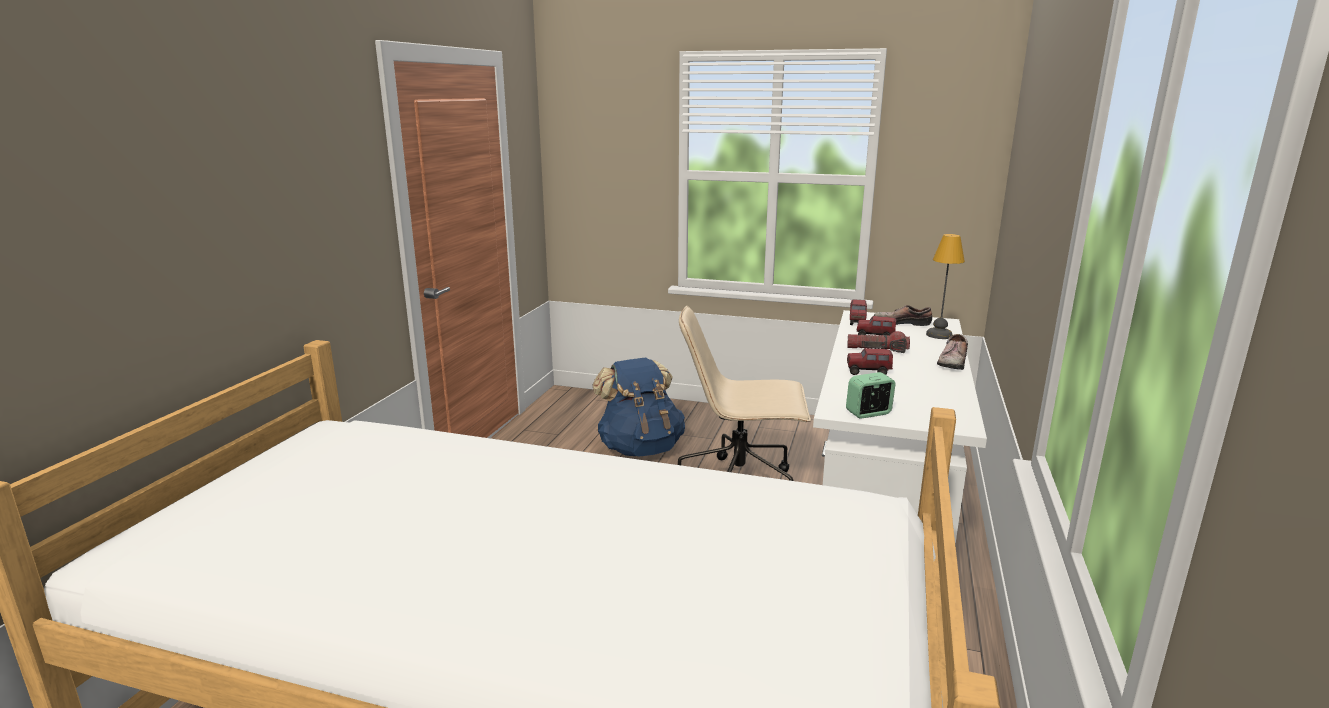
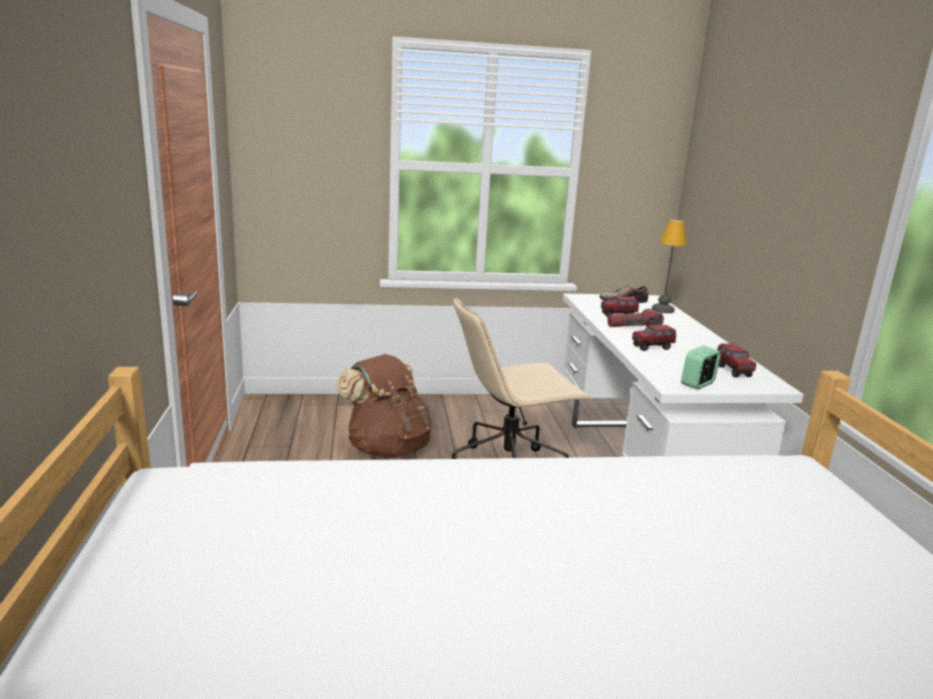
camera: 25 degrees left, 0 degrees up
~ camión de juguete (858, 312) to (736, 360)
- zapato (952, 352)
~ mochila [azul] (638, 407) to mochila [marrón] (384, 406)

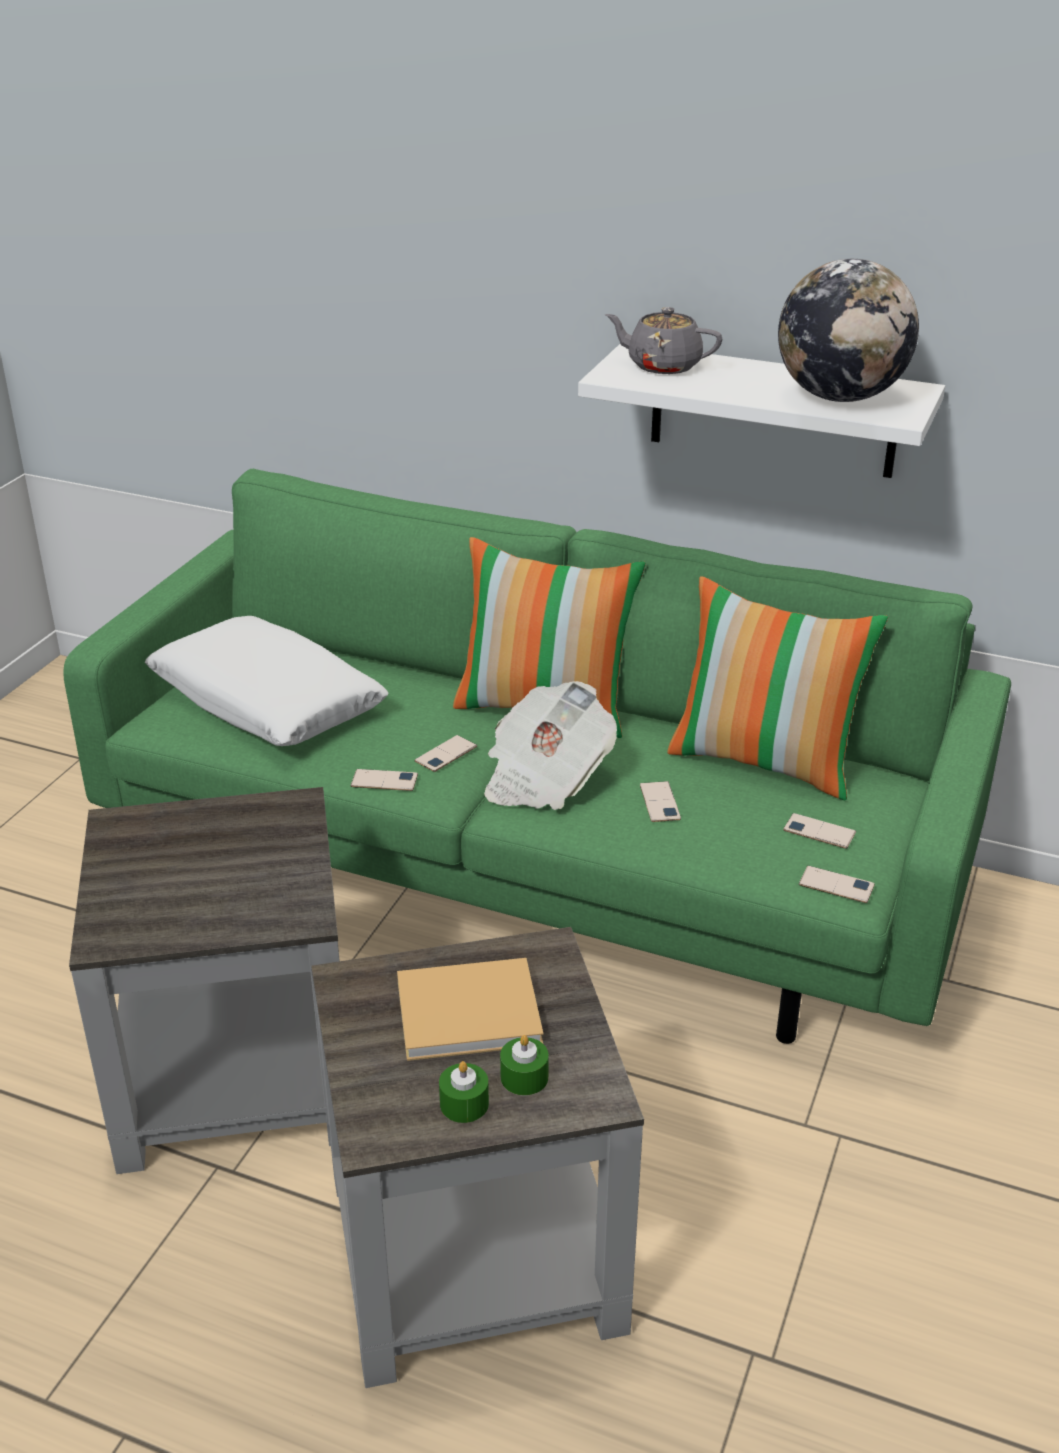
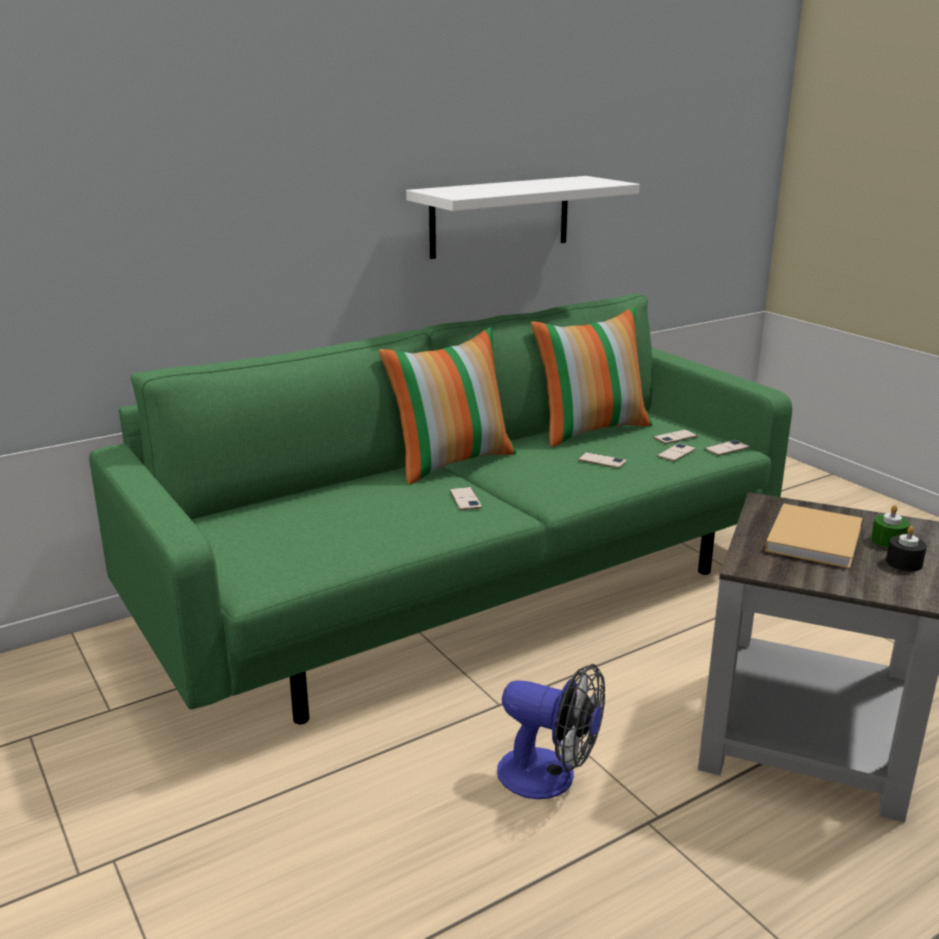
camera: 55 degrees left, 10 degrees down
- globo terráqueo (848, 330)
- tetera [gris] (663, 340)
- cojín [blanco] (267, 681)
- periódico (550, 745)
~ móvil (384, 780) to (676, 452)
~ mesa auxiliar [gris] (204, 980) to ventilador (551, 731)
~ vela [verde] (464, 1092) to vela [negro] (906, 548)

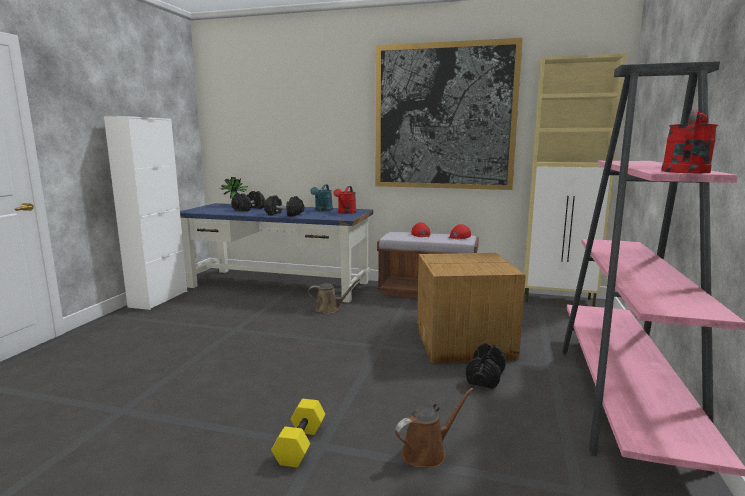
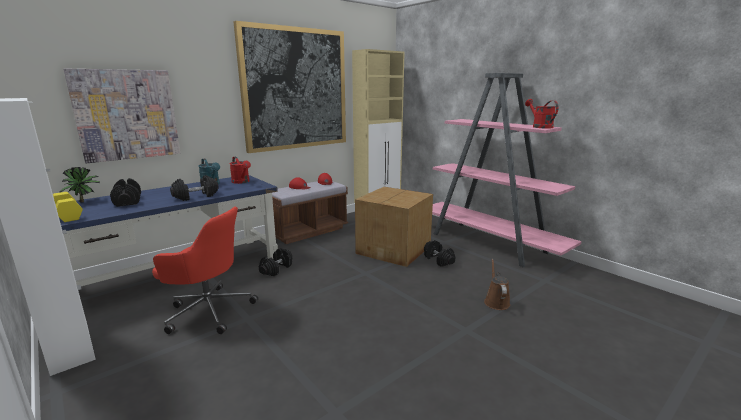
camera: 55 degrees left, 5 degrees up
~ regadera [marrón] (334, 296) to mancuerna [negro] (275, 262)
~ mancuerna [amarillo] (298, 433) to (68, 207)
+ cuadro (121, 115)
+ silla de oficina [rojo] (205, 270)

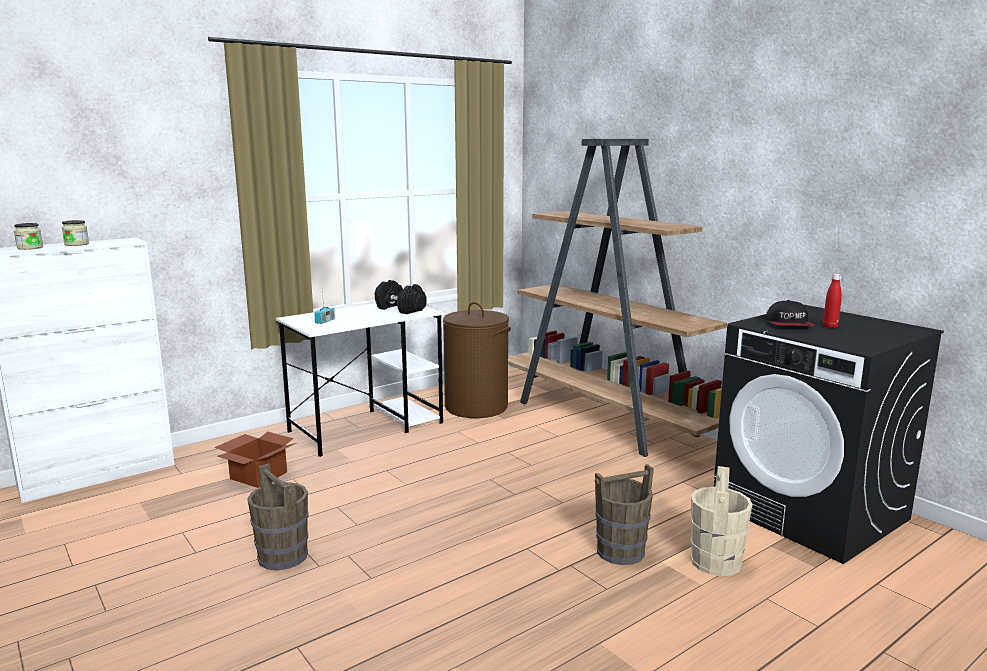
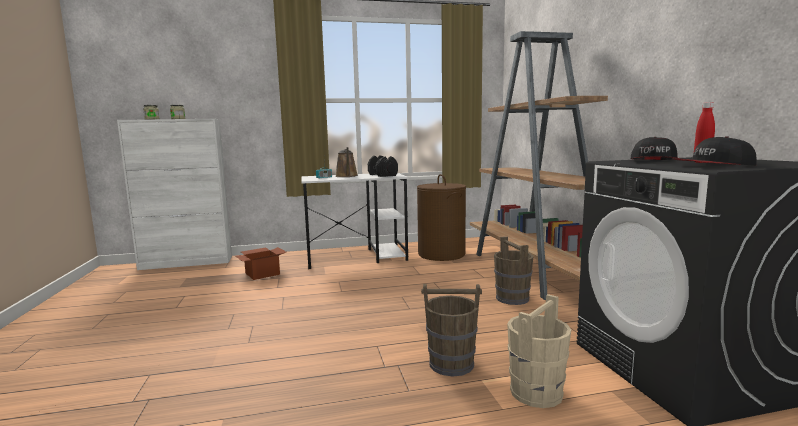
camera: 25 degrees right, 5 degrees down
~ cubo [marrón] (278, 516) to (514, 271)
+ gorra (715, 151)
+ regadera [marrón] (346, 162)

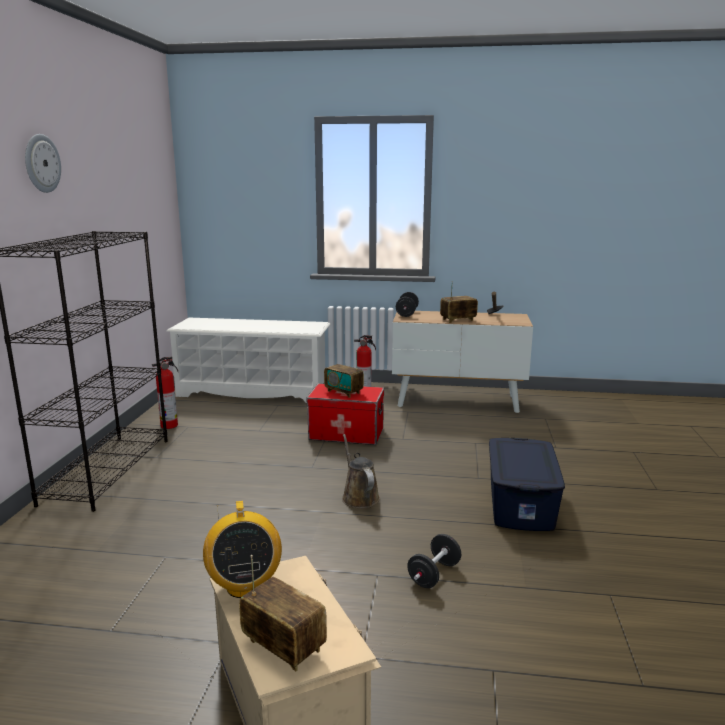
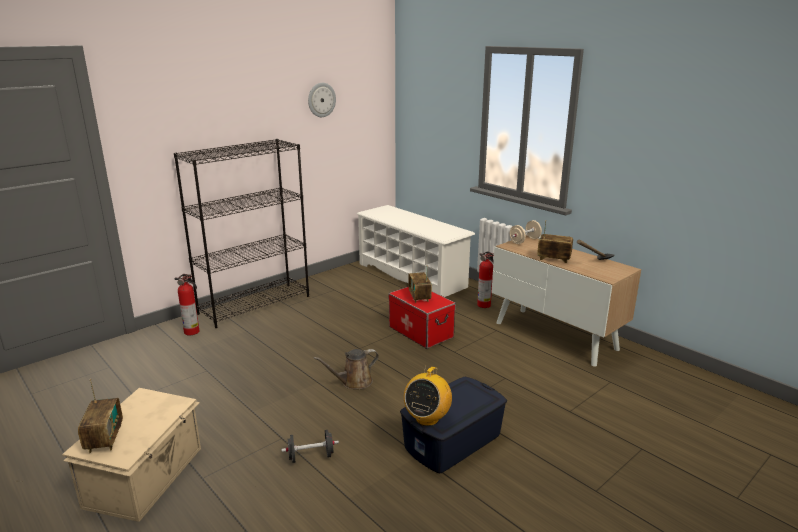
camera: 40 degrees right, 5 degrees up
~ reloj de pared (43, 163) to (322, 100)
~ mancuerna [negro] (407, 304) to mancuerna [beis] (526, 232)
~ extintor (165, 392) to (186, 305)
~ regadera [marrón] (361, 471) = (346, 369) 135 degrees counterclockwise
~ radio (242, 549) to (428, 395)

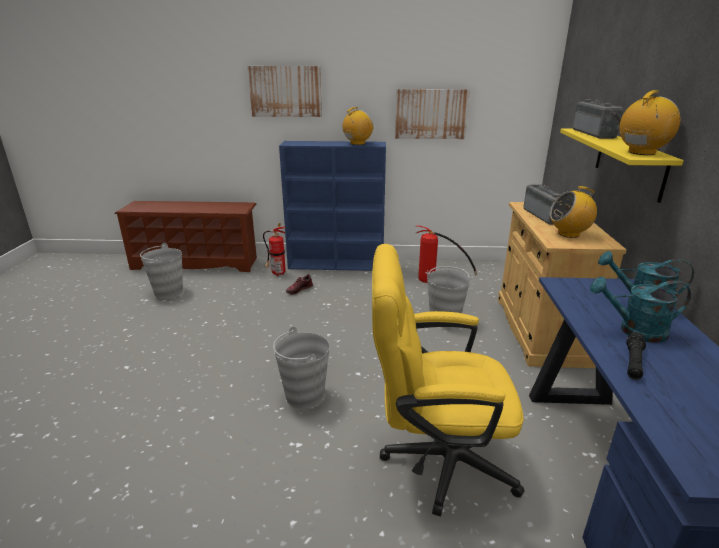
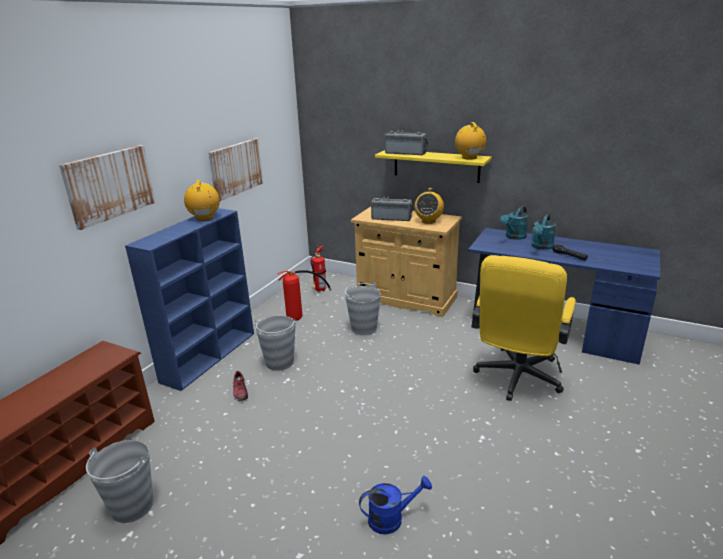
camera: 65 degrees left, 0 degrees up
~ extintor (274, 249) to (318, 268)
~ cubo [gris] (301, 368) to (275, 343)
+ regadera [azul] (395, 505)

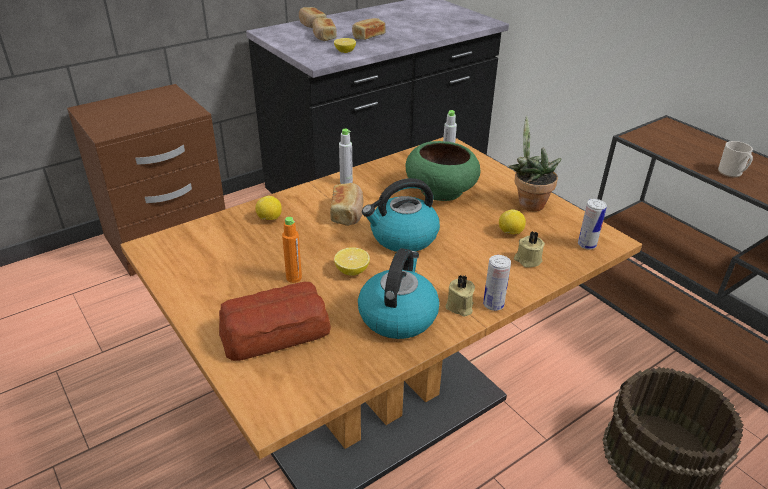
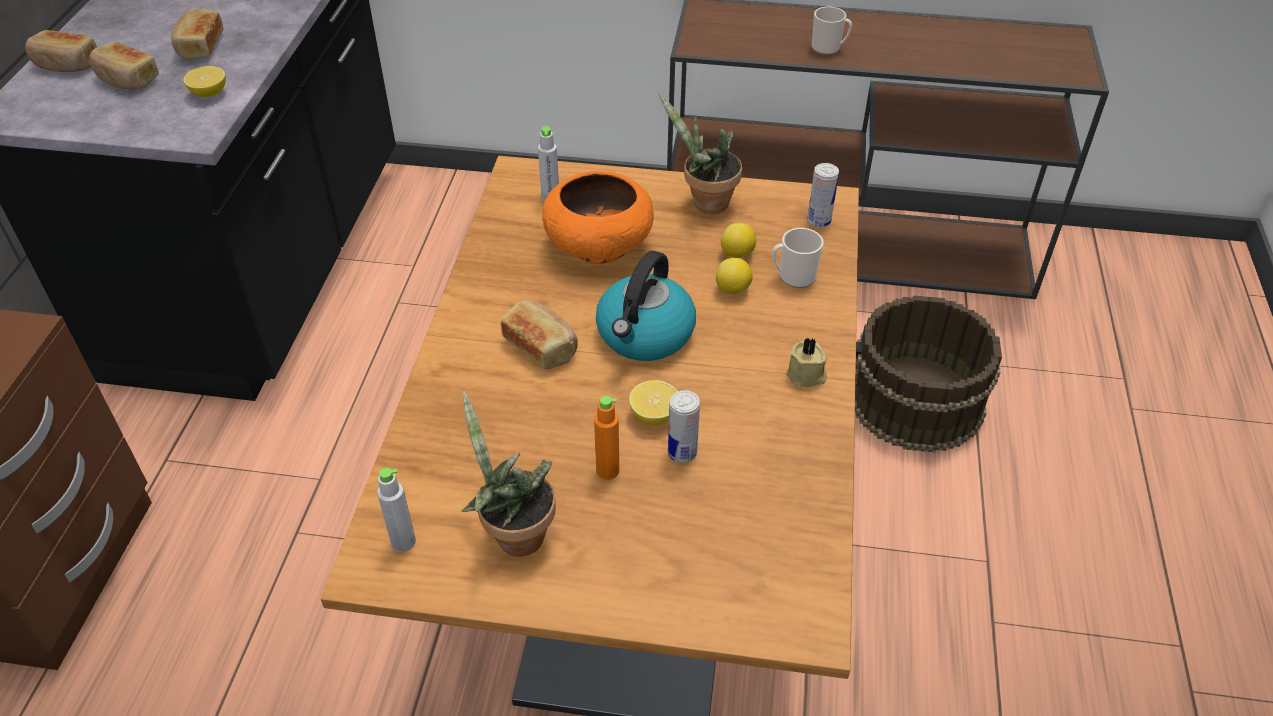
camera: 45 degrees left, 10 degrees up
~ botella [gris] (346, 156) to (396, 510)
~ cuenco [verde] (443, 171) to cuenco [naranja] (598, 217)
~ limón (268, 208) to (734, 276)
~ vela [beis] (529, 249) to taza grande (798, 258)
- hervidor (399, 293)
~ lata (497, 283) to (684, 426)
- pan (275, 321)
+ planta en maceta (508, 474)

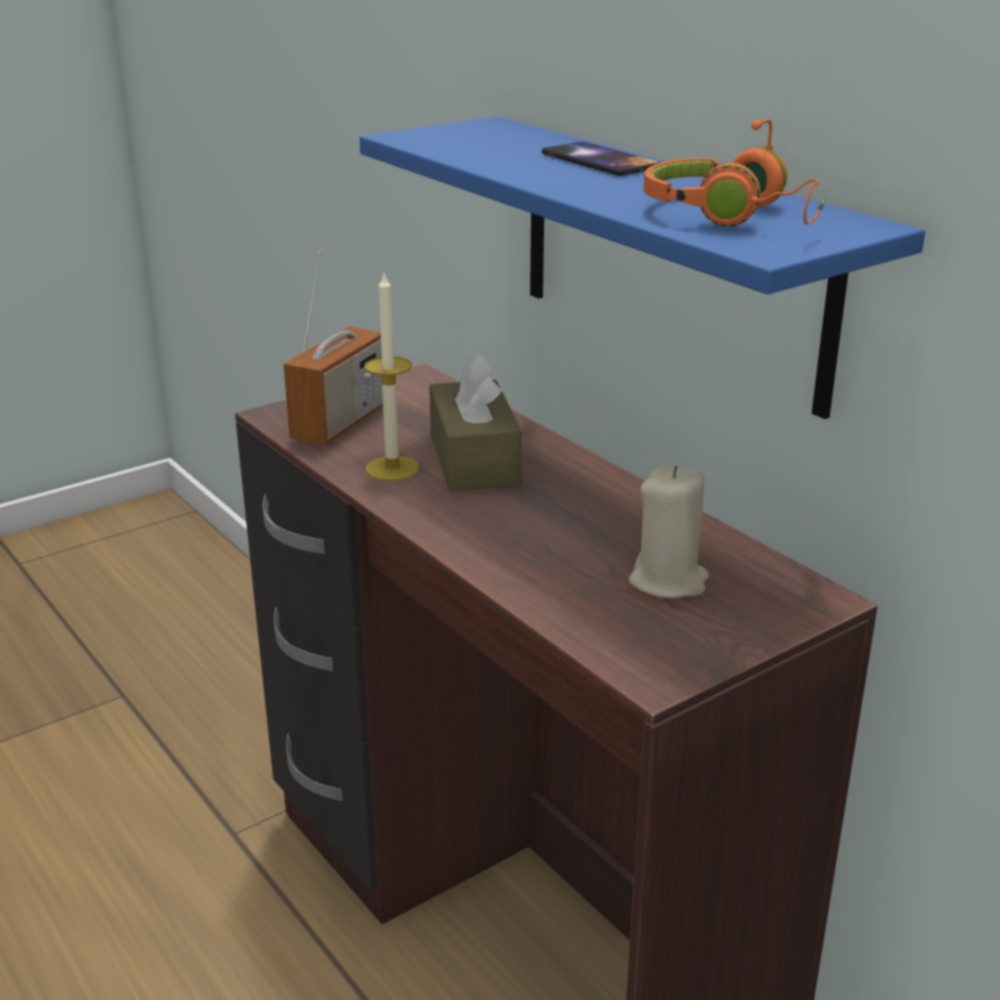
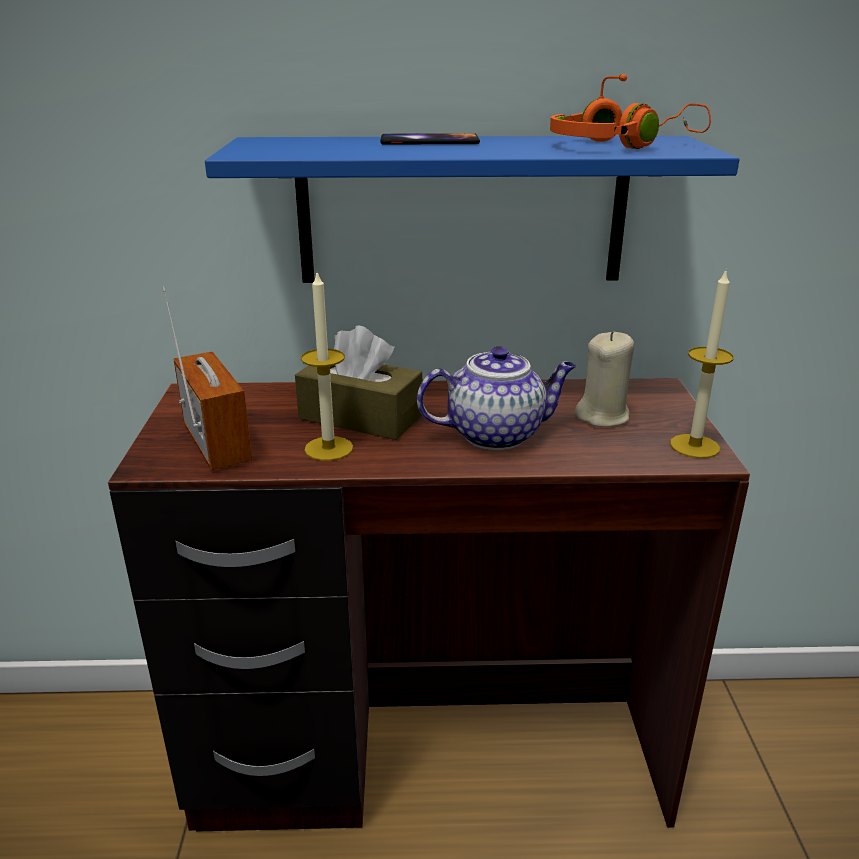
camera: 55 degrees left, 0 degrees up
+ vela (702, 364)
+ tetera (496, 398)

